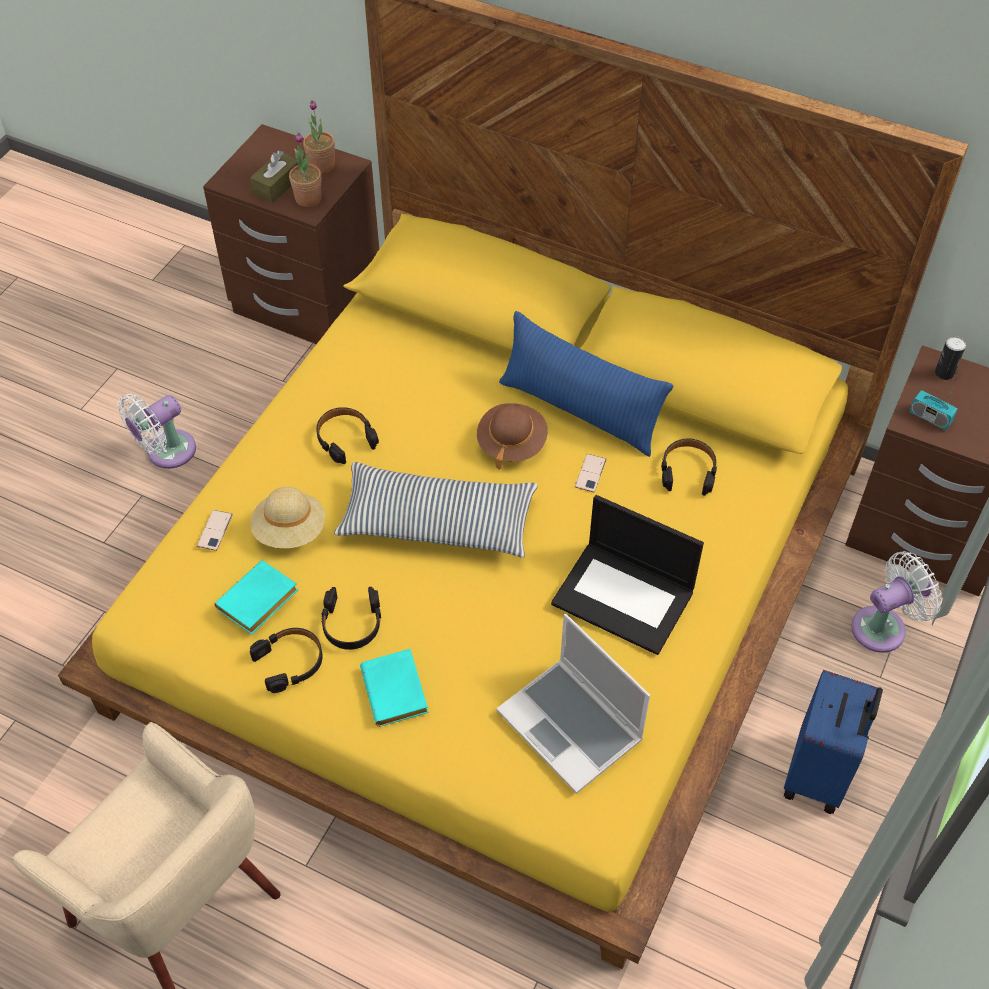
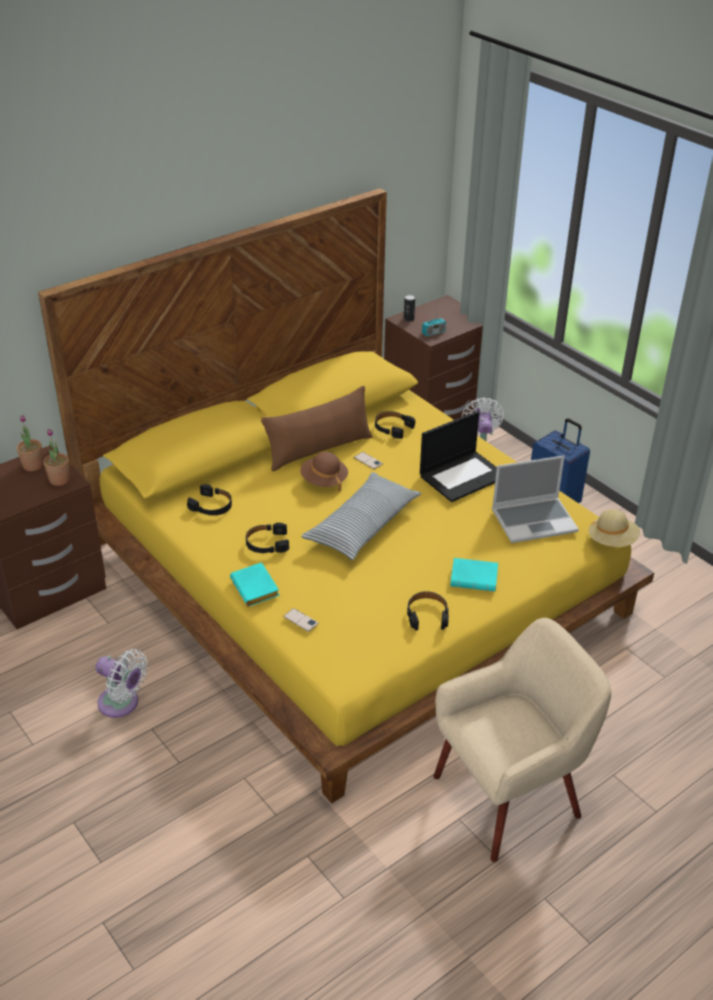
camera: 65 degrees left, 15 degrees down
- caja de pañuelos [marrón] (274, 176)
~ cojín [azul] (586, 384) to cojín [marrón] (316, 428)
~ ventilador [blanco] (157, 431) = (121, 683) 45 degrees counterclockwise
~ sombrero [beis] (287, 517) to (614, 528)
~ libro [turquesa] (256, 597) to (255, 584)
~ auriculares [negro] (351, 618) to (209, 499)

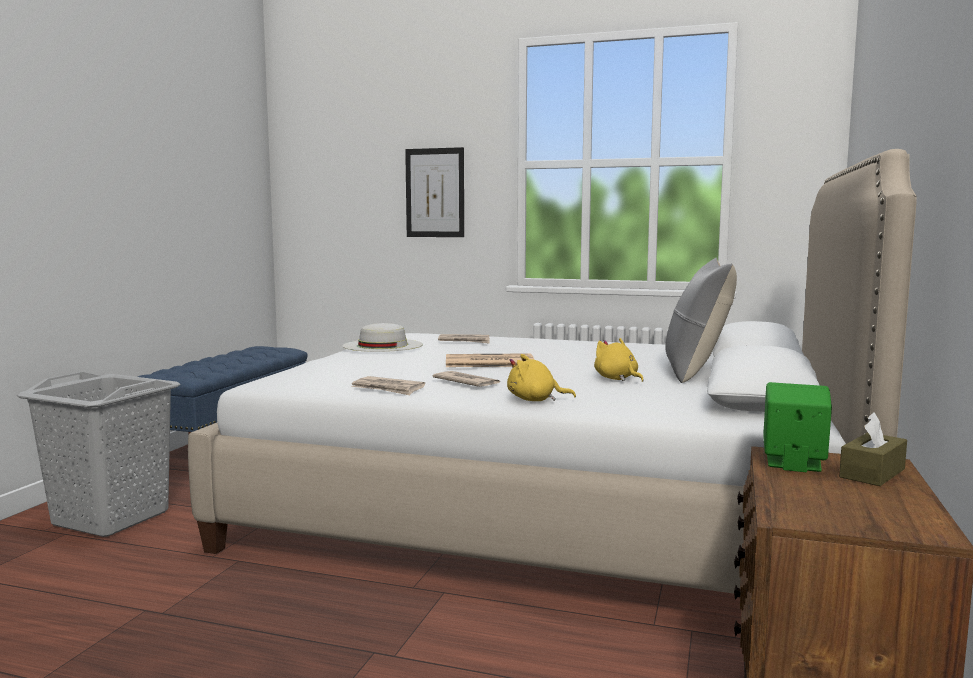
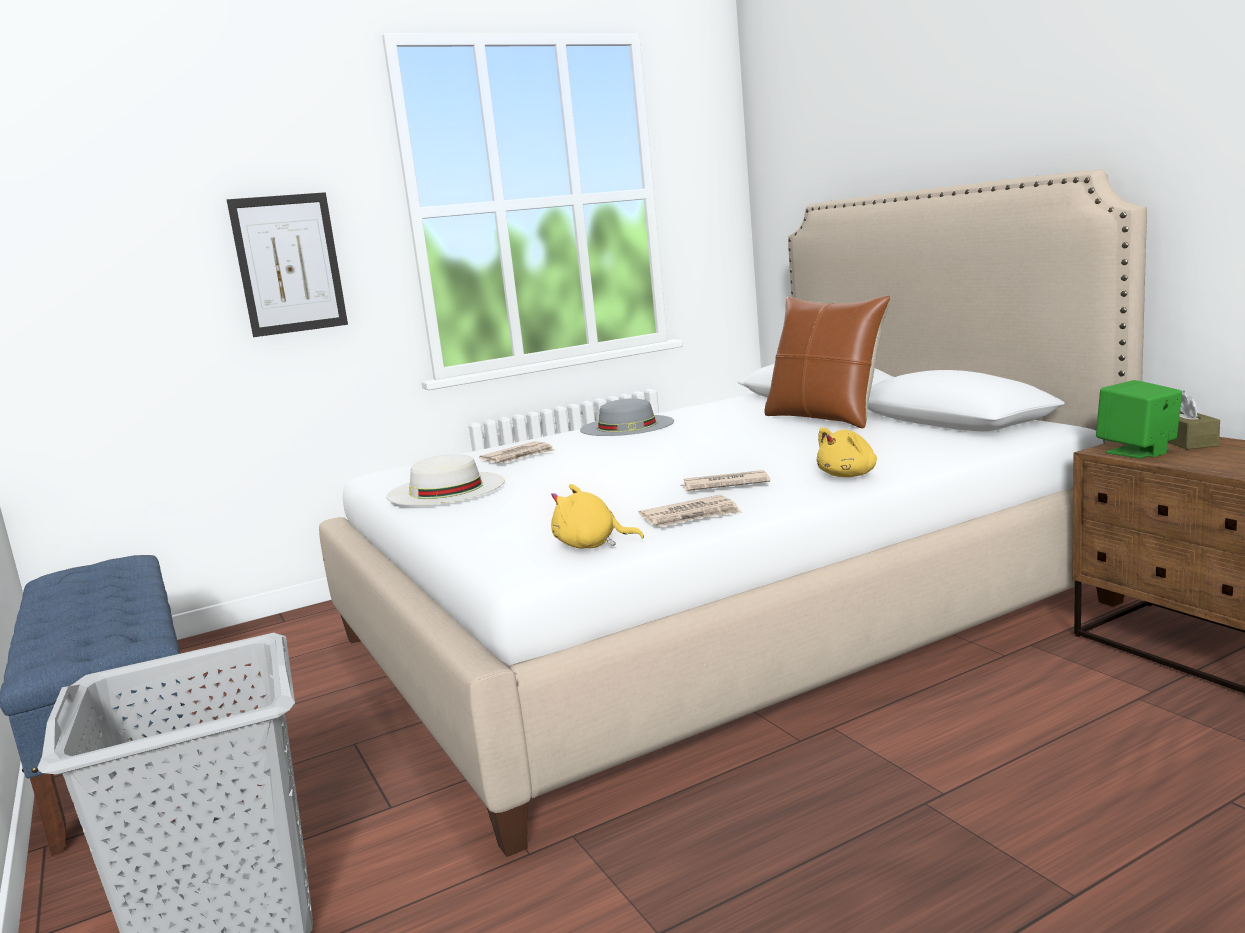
camera: 45 degrees left, 5 degrees up
~ cojín [gris] (701, 320) to cojín [marrón] (827, 362)
~ peluche [amarillo] (619, 360) to (597, 516)
- periódico (490, 360)
+ sombrero [gris] (627, 417)

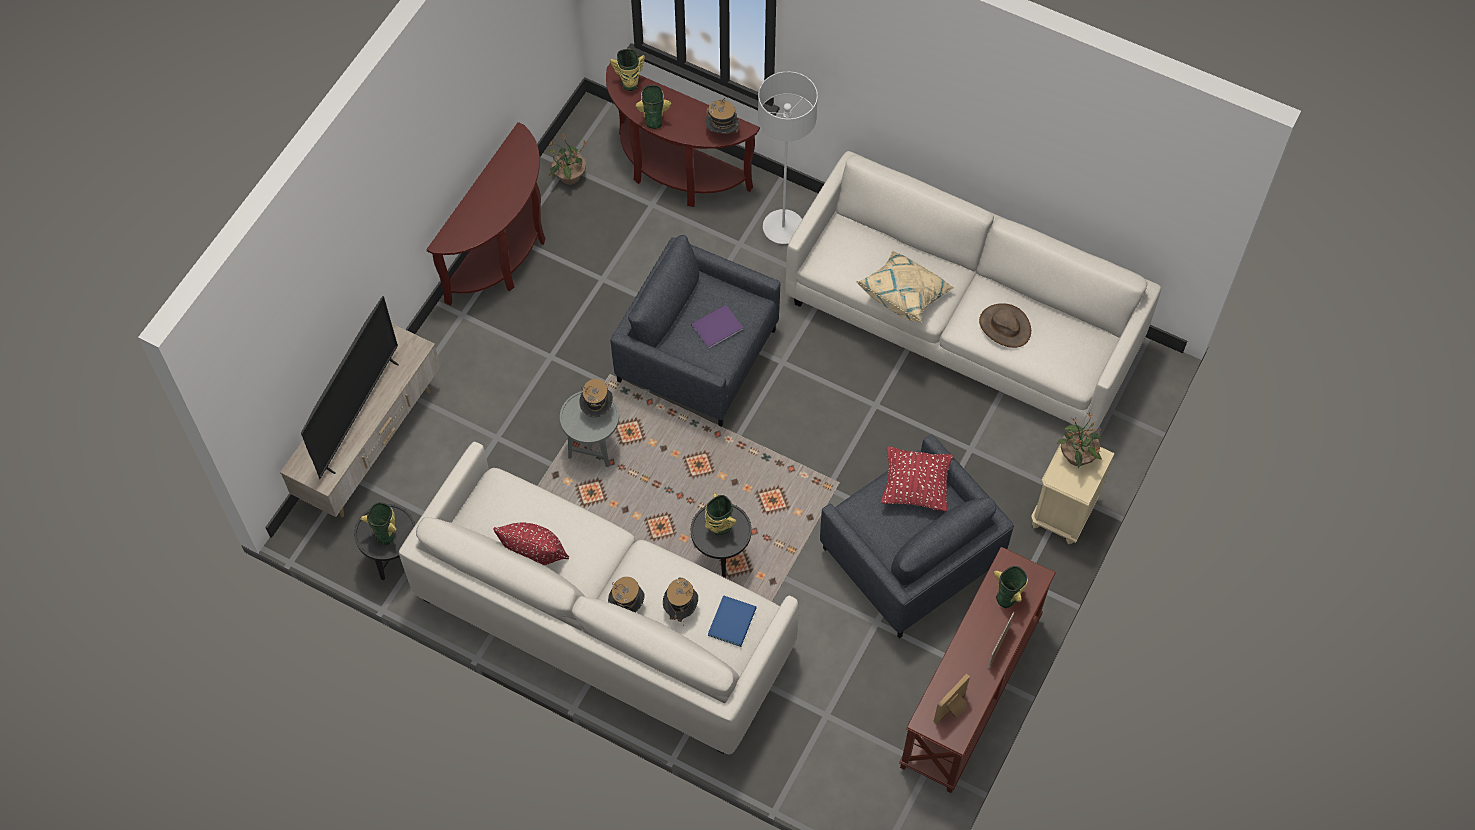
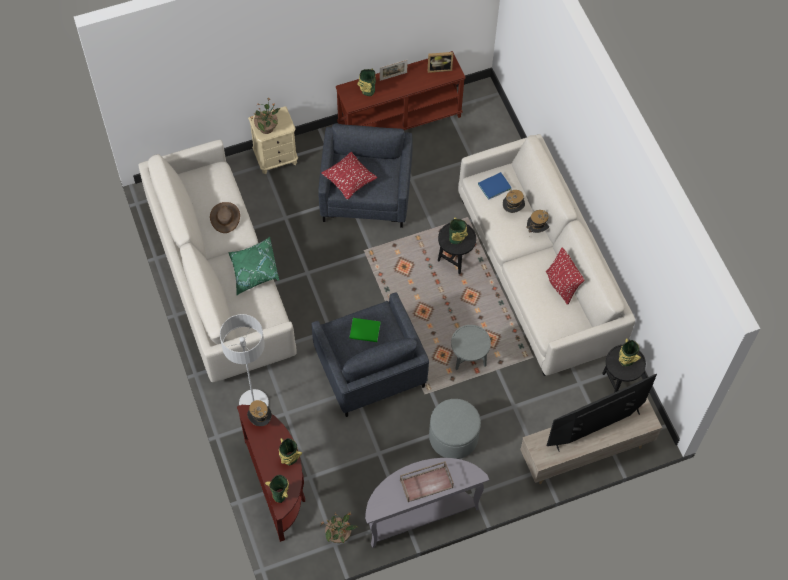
camera: 140 degrees left, 0 degrees up
~ mesa consola [marrón] (485, 214) to mesa consola [gris] (427, 503)
~ cojín [beis] (905, 286) to cojín [verde] (253, 266)
~ libro [morado] (717, 327) to libro [verde] (365, 330)
- sombrero (596, 398)
+ puf [gris] (455, 429)
+ bandeja [marrón] (427, 481)

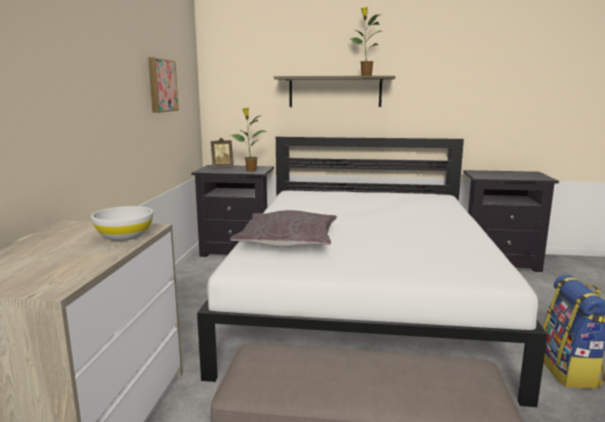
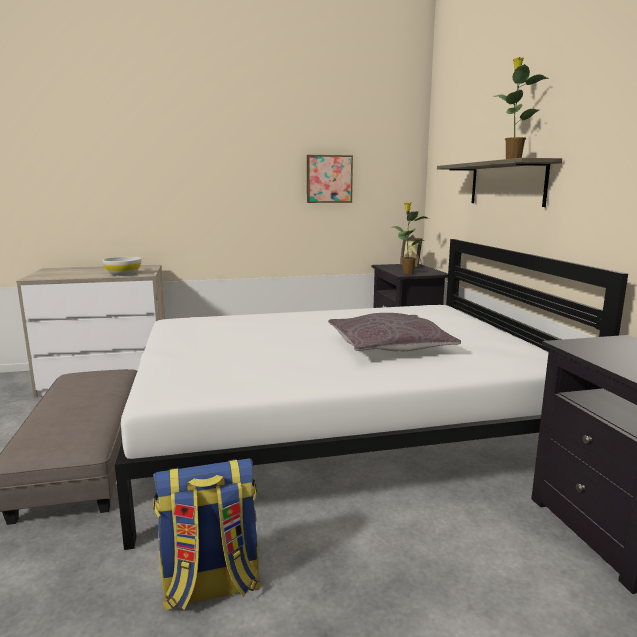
camera: 70 degrees right, 0 degrees up
~ cojín [gris] (283, 228) to (394, 332)

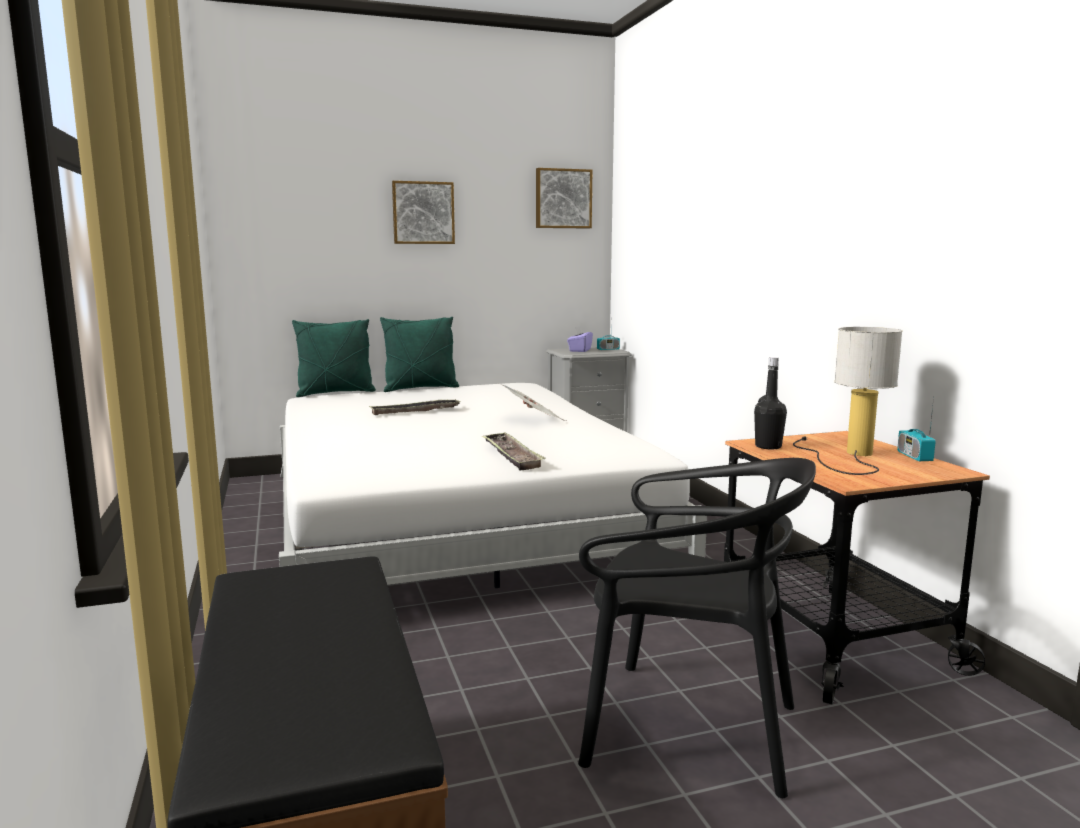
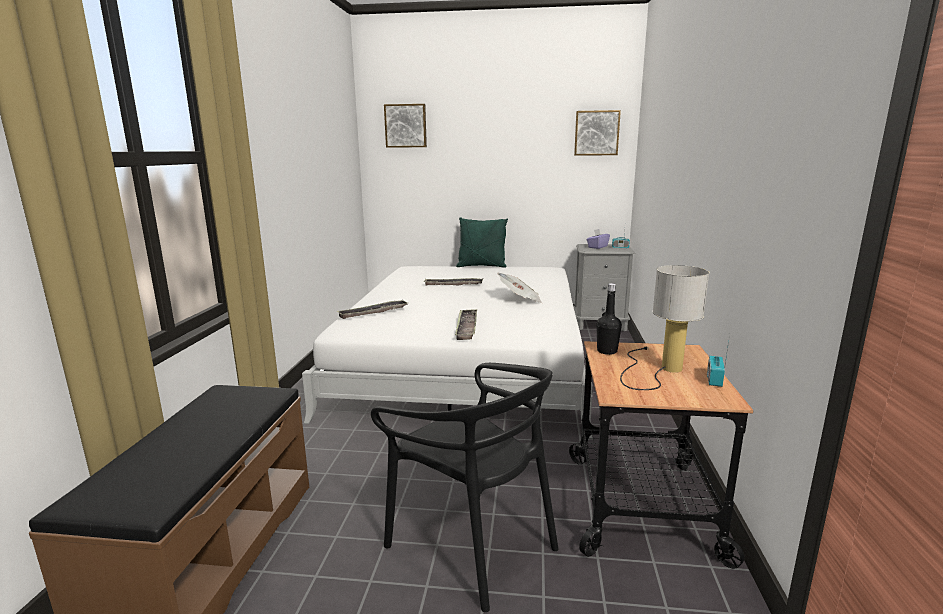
camera: 25 degrees right, 5 degrees up
~ cuadro (423, 212) to (405, 126)
- cojín [verde] (334, 358)
+ bandeja (372, 309)

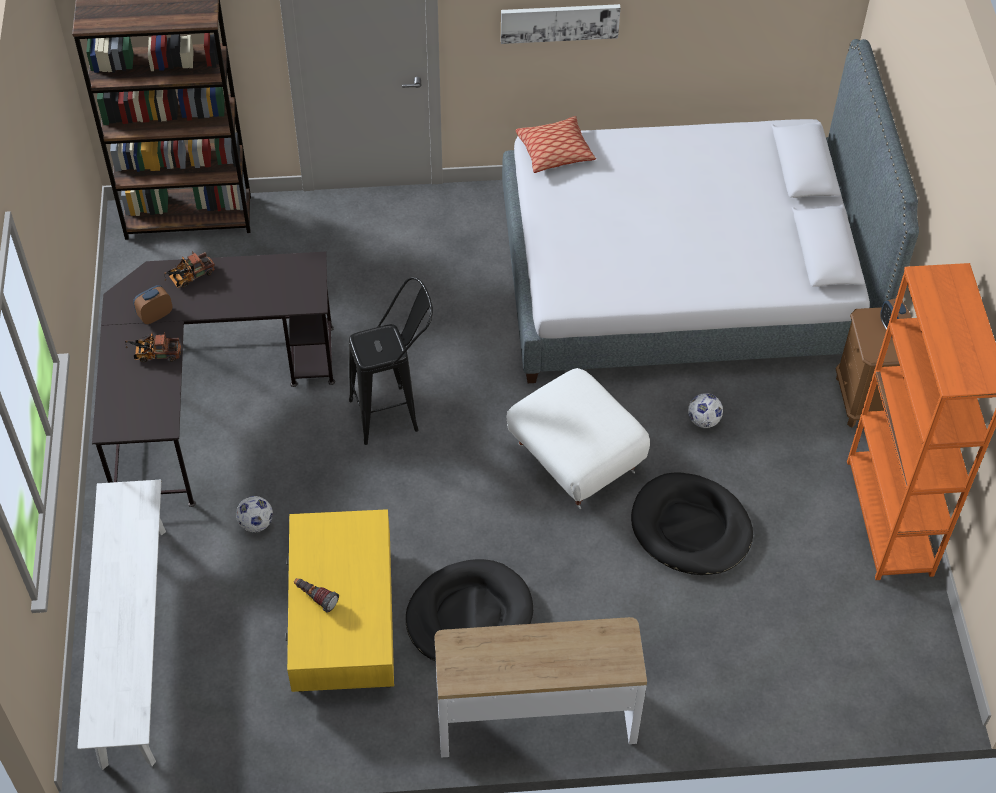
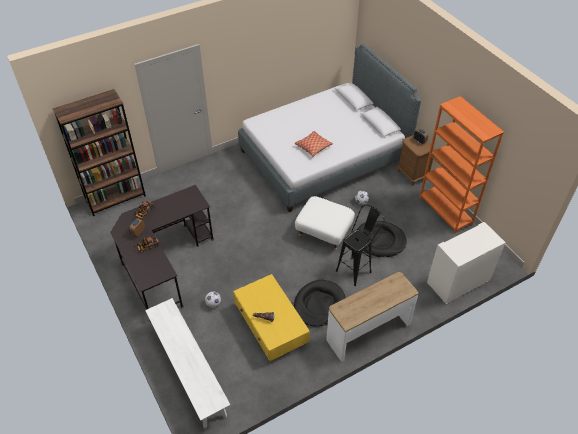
camera: 25 degrees left, 5 degrees down
- cuadro (561, 24)
~ cojín (556, 144) to (314, 144)
~ taburete [negro] (391, 361) to (360, 245)
+ cómoda [blanco] (466, 263)

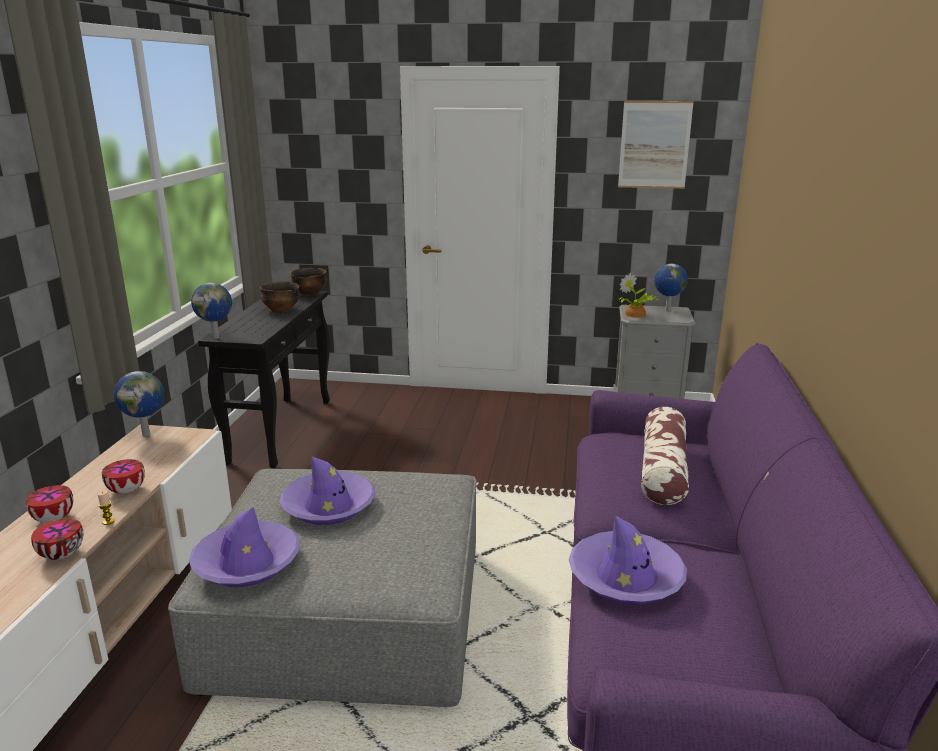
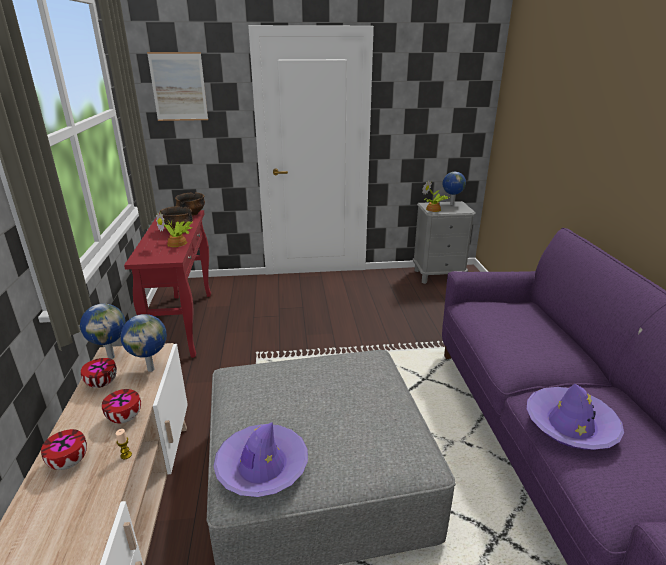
camera: 15 degrees left, 5 degrees up
~ cuadro (656, 145) to (177, 86)
~ globo terráqueo (211, 311) to (144, 343)
~ mesa consola [negro] (264, 379) to mesa consola [rojo] (167, 284)
- cojín (665, 456)
- sombrero [morado] (327, 490)
~ cuenco (57, 539) to (99, 373)
+ planta en maceta (174, 229)

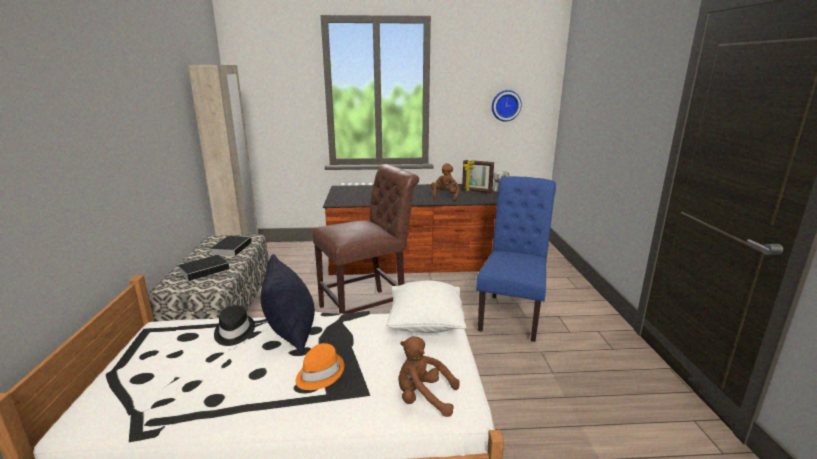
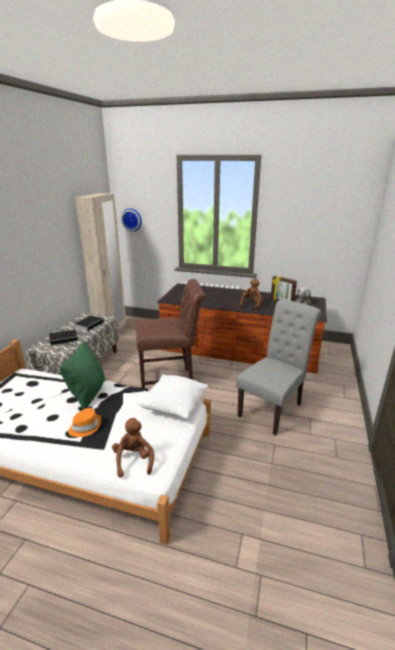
camera: 20 degrees right, 5 degrees up
~ reloj de pared (507, 105) to (131, 220)
~ silla [azul] (516, 259) to silla [gris] (278, 367)
~ cojín [negro] (287, 304) to cojín [verde] (82, 375)
- sombrero [negro] (234, 325)
~ peluche [marrón] (429, 376) = (133, 448) 45 degrees clockwise

